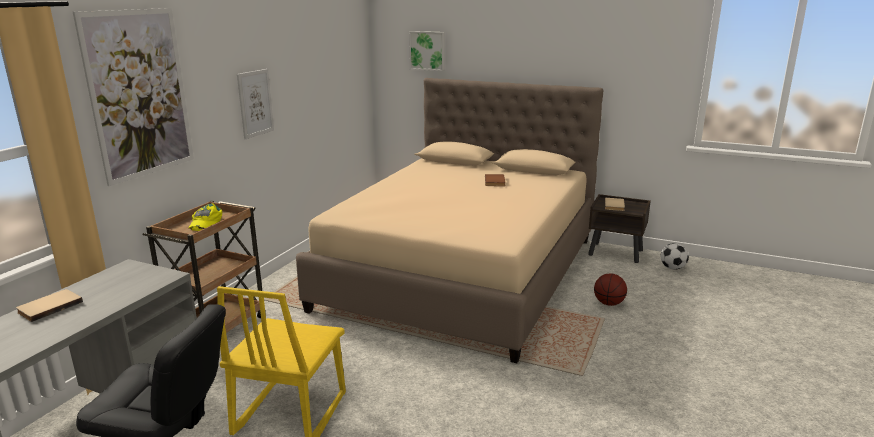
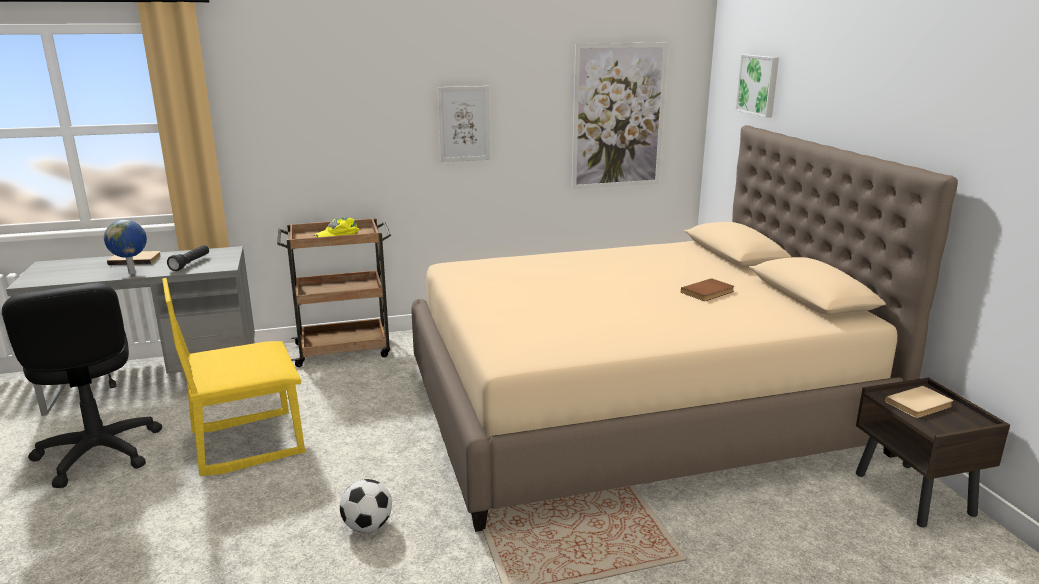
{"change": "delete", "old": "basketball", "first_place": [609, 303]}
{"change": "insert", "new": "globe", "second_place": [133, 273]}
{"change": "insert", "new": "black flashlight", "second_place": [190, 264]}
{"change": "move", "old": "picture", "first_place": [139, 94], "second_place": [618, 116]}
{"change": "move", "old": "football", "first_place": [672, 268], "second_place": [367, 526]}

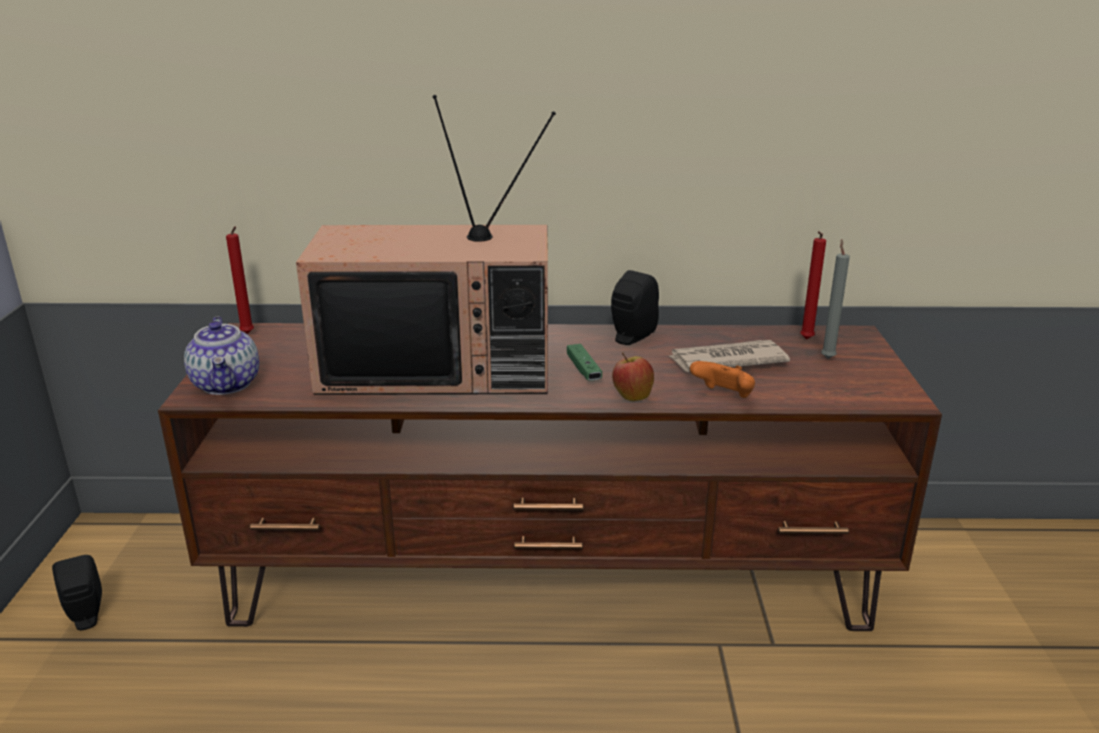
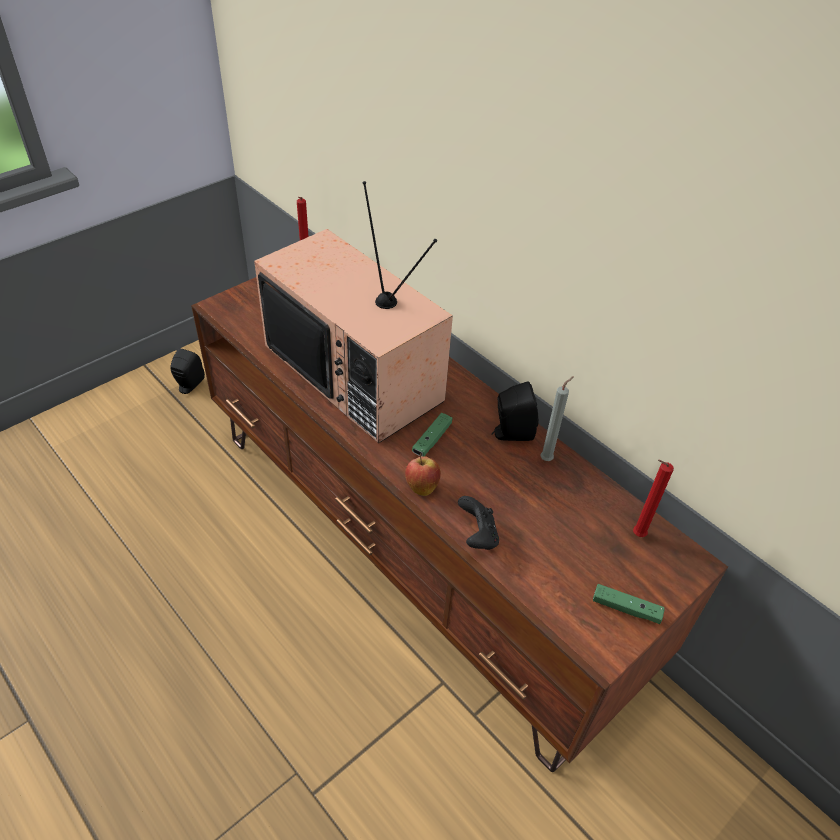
{"change": "delete", "old": "teapot", "first_place": [227, 384]}
{"change": "delete", "old": "newspaper", "first_place": [725, 360]}
{"change": "insert", "new": "green game controller", "second_place": [626, 608]}
{"change": "move", "old": "grey candle", "first_place": [827, 357], "second_place": [547, 459]}
{"change": "recolor", "old": "orange game controller", "new": "black game controller", "first_place": [723, 396], "second_place": [477, 536]}

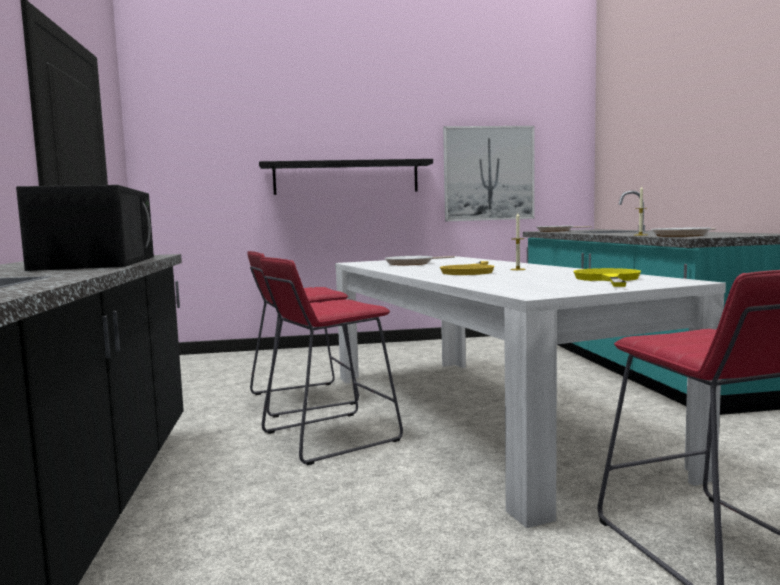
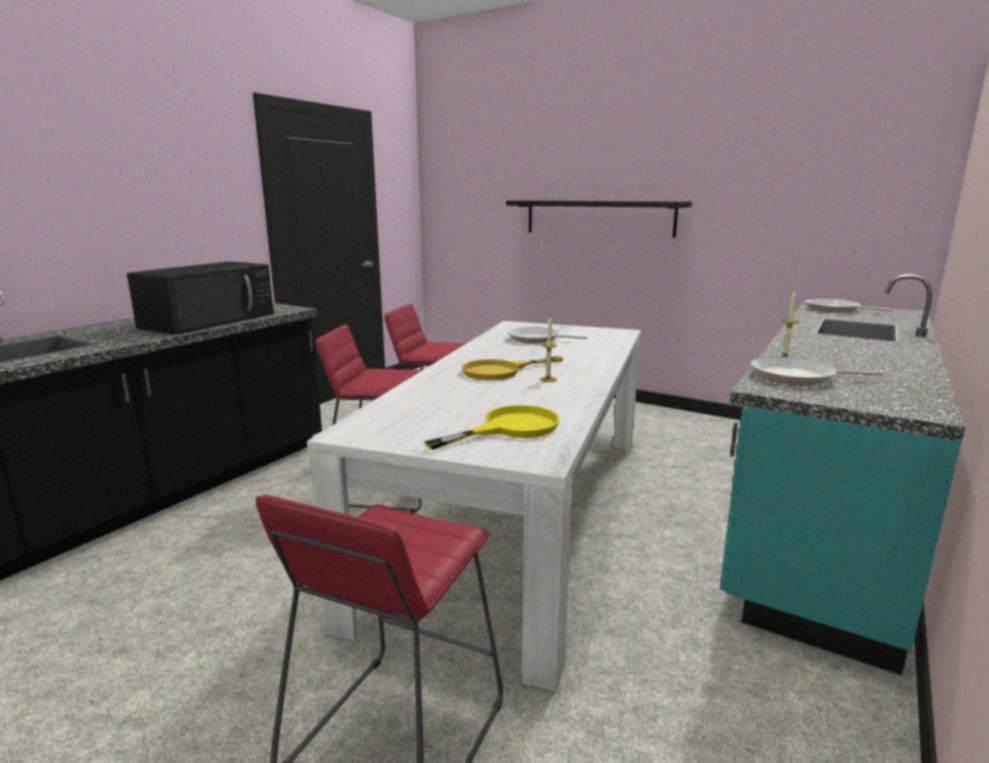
{"change": "delete", "old": "picture", "first_place": [488, 173]}

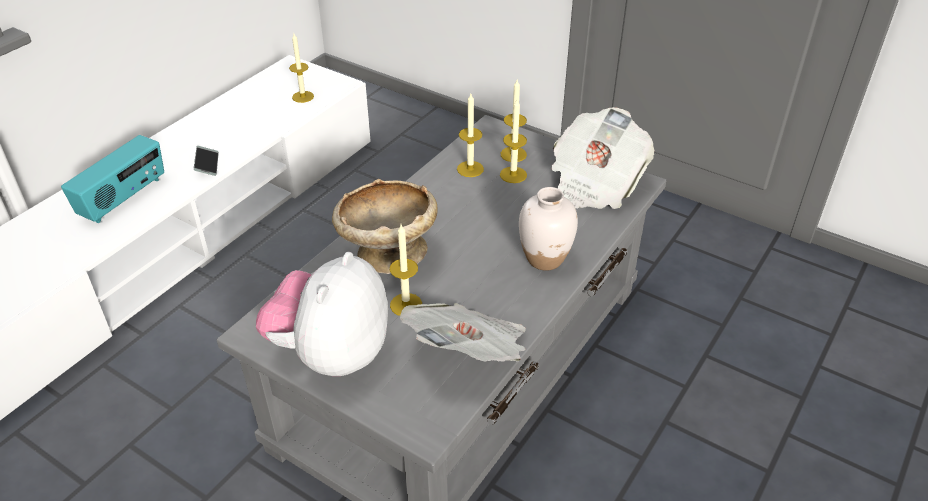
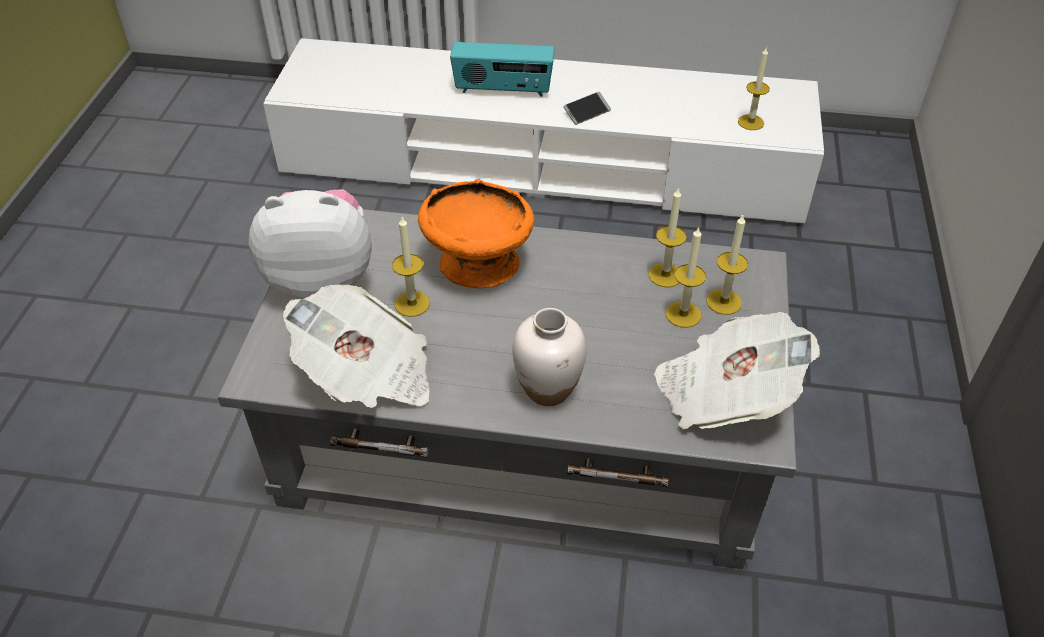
{"change": "recolor", "old": "beige bowl", "new": "orange bowl", "first_place": [387, 254], "second_place": [477, 264]}

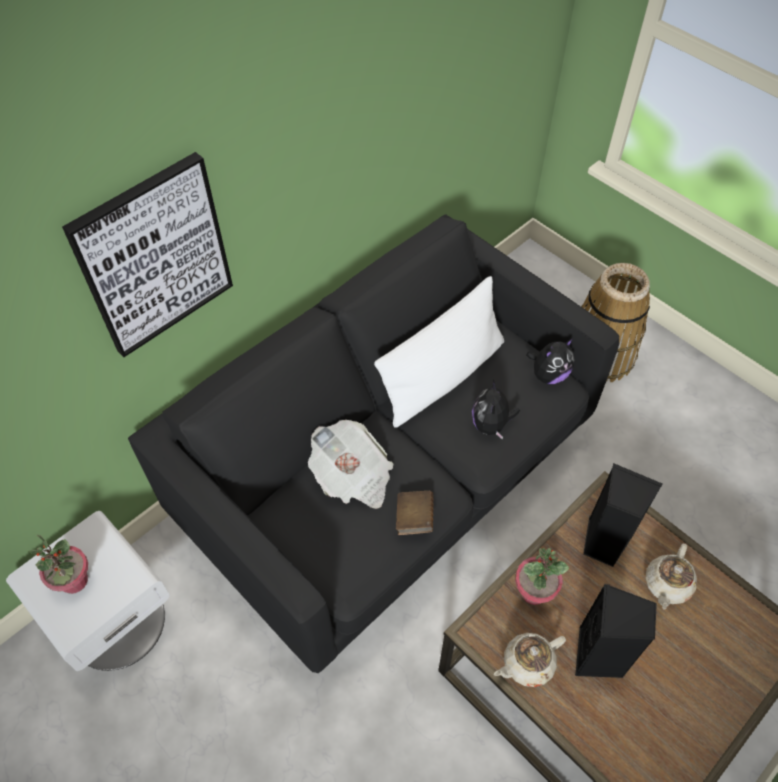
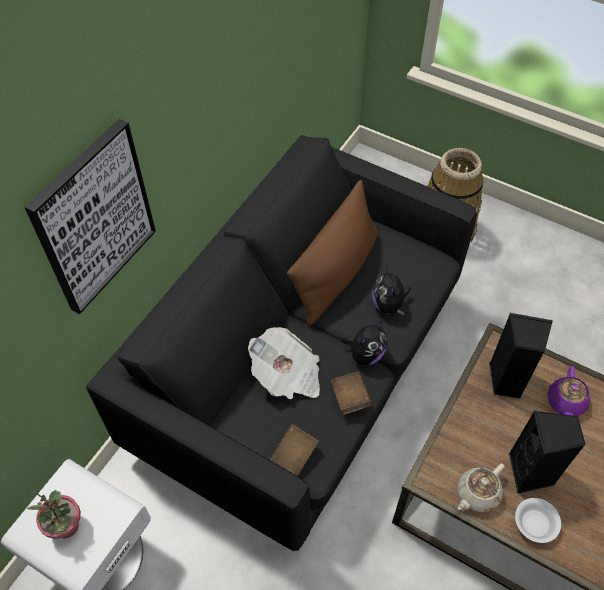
{"change": "delete", "old": "potted plant", "first_place": [533, 591]}
{"change": "insert", "new": "brown book", "second_place": [293, 457]}
{"change": "insert", "new": "white bowl", "second_place": [534, 523]}
{"change": "move", "old": "plush toy", "first_place": [548, 375], "second_place": [365, 354]}
{"change": "recolor", "old": "white pillow", "new": "brown pillow", "first_place": [443, 376], "second_place": [336, 273]}
{"change": "recolor", "old": "beige teapot", "new": "purple teapot", "first_place": [667, 585], "second_place": [565, 402]}

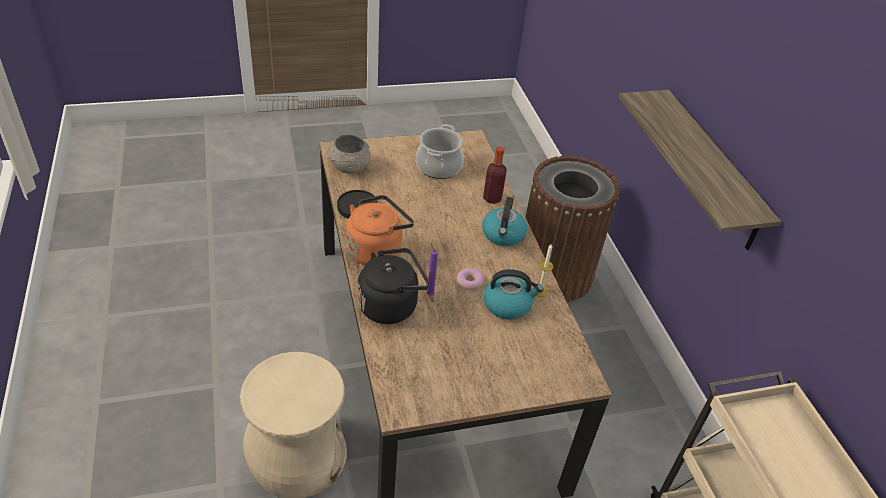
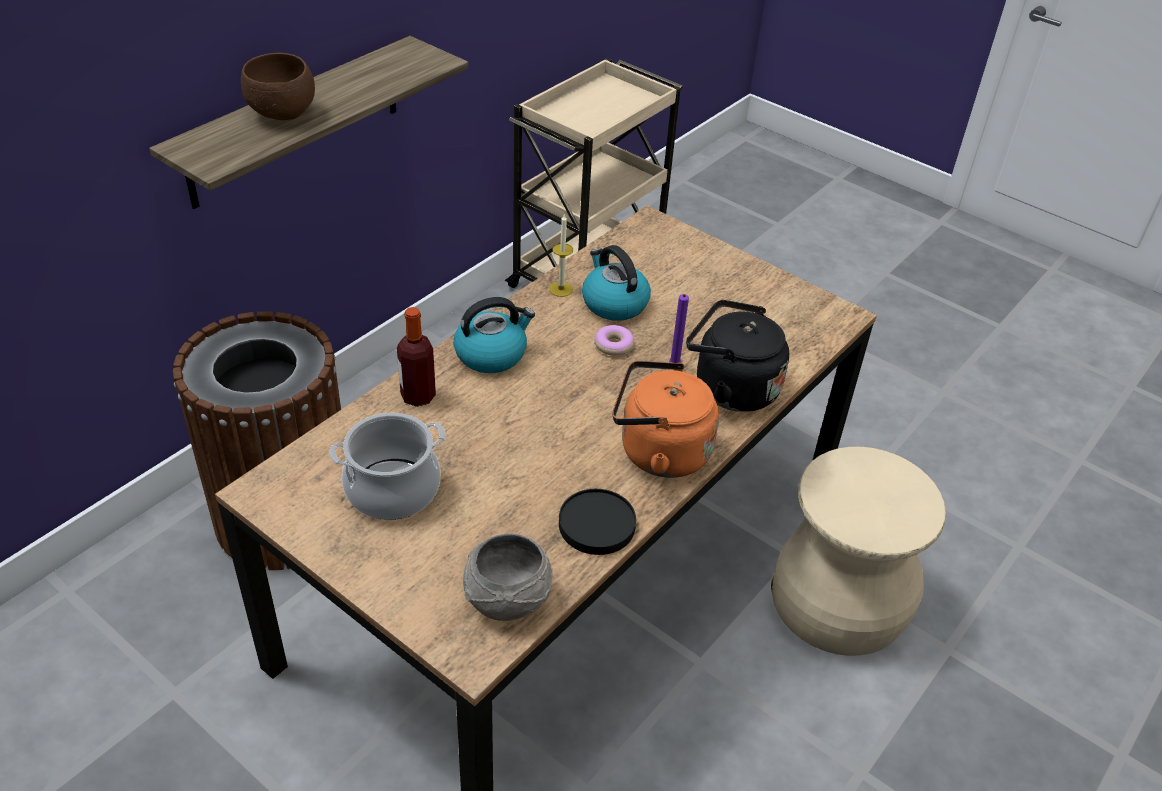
{"change": "insert", "new": "brown bowl", "second_place": [284, 114]}

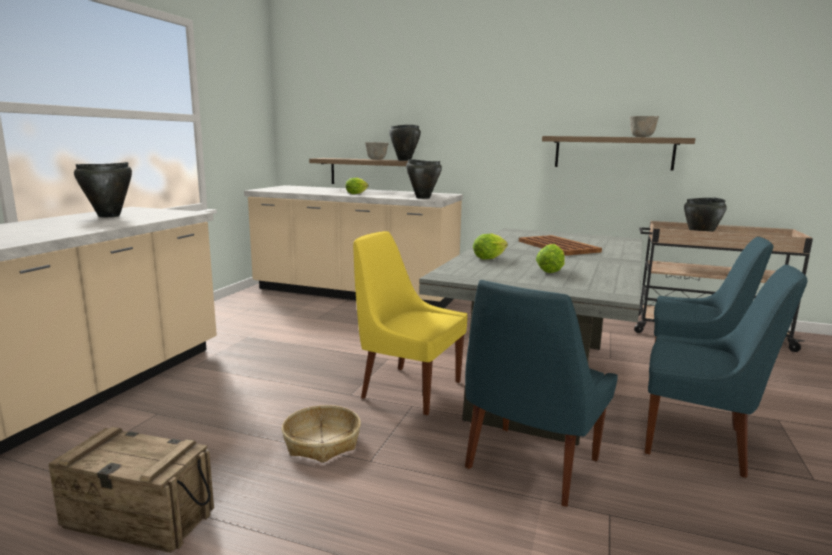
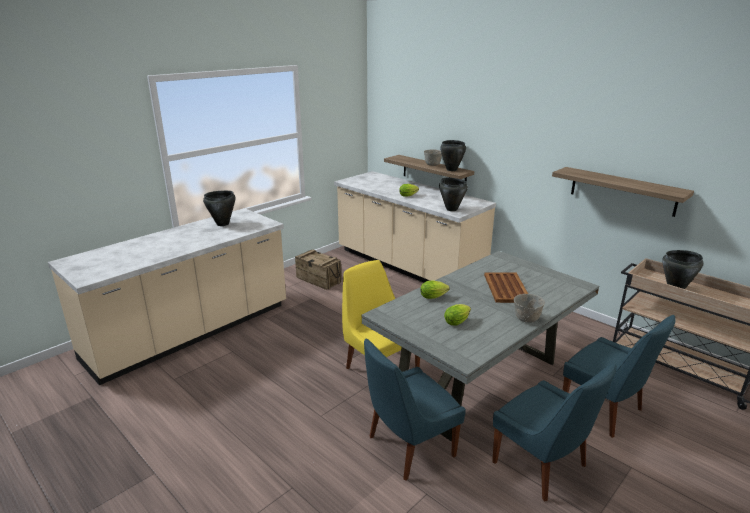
{"change": "delete", "old": "basket", "first_place": [321, 443]}
{"change": "move", "old": "crate", "first_place": [139, 518], "second_place": [319, 280]}
{"change": "move", "old": "grey bowl", "first_place": [642, 137], "second_place": [526, 319]}

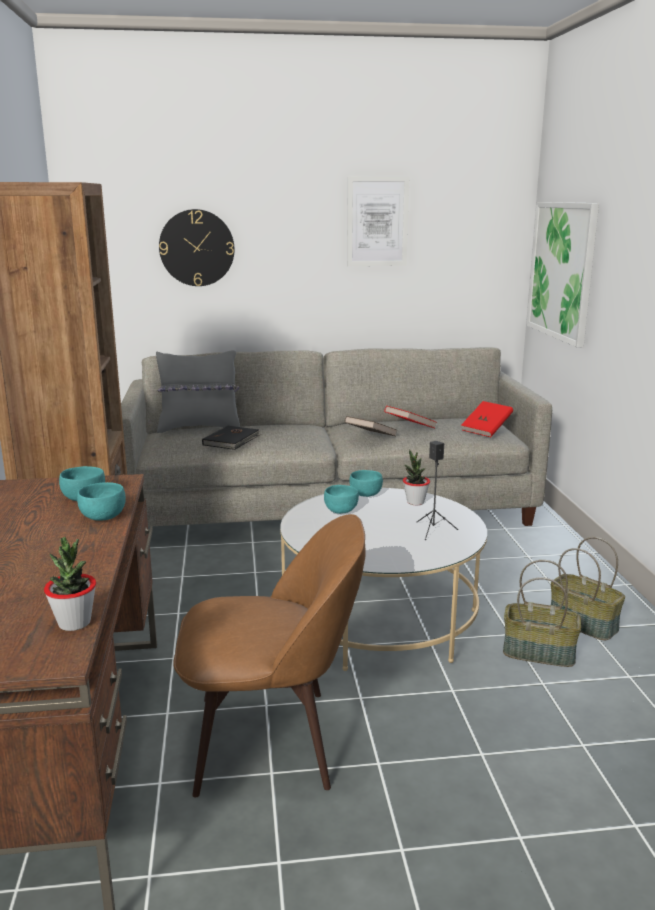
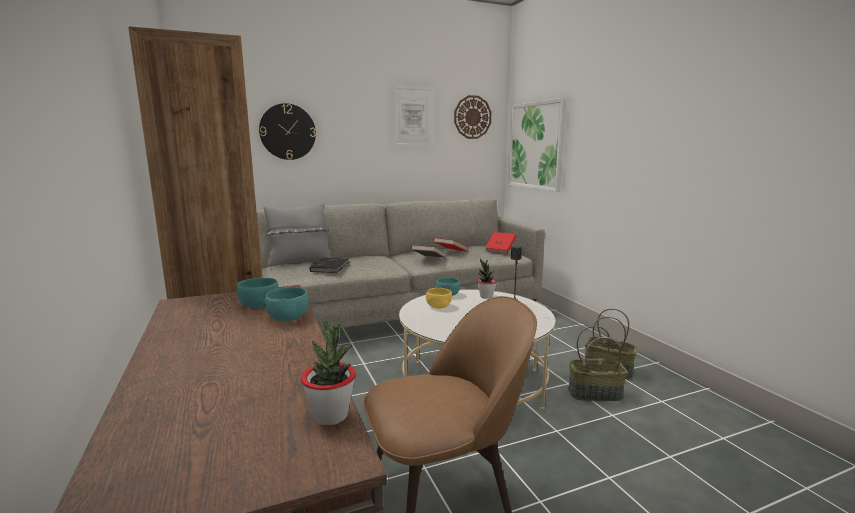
{"change": "insert", "new": "wall clock", "second_place": [472, 117]}
{"change": "recolor", "old": "turquoise bowl", "new": "yellow bowl", "first_place": [341, 510], "second_place": [438, 306]}

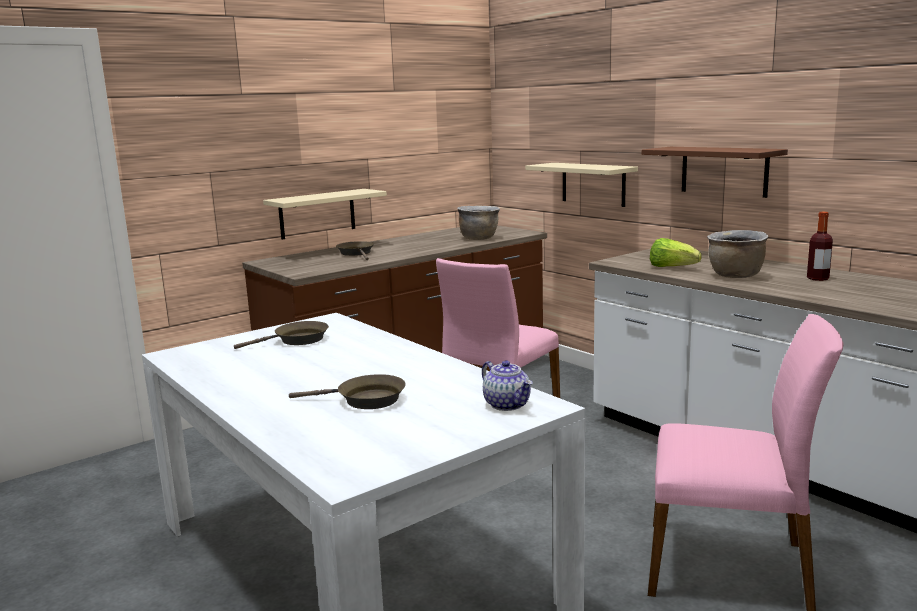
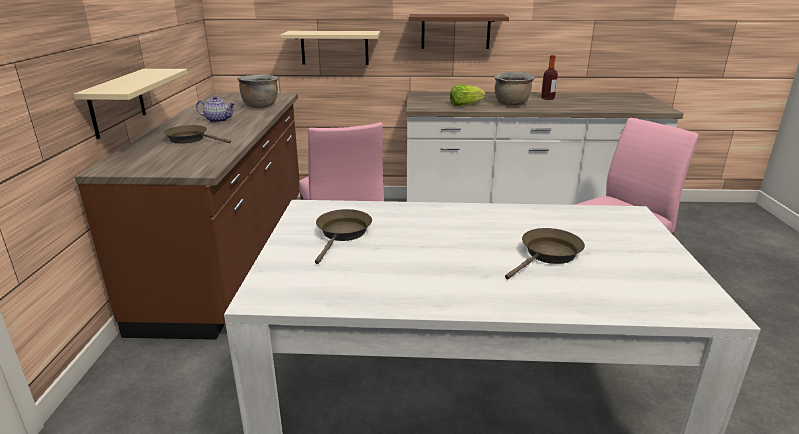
{"change": "move", "old": "teapot", "first_place": [507, 404], "second_place": [218, 120]}

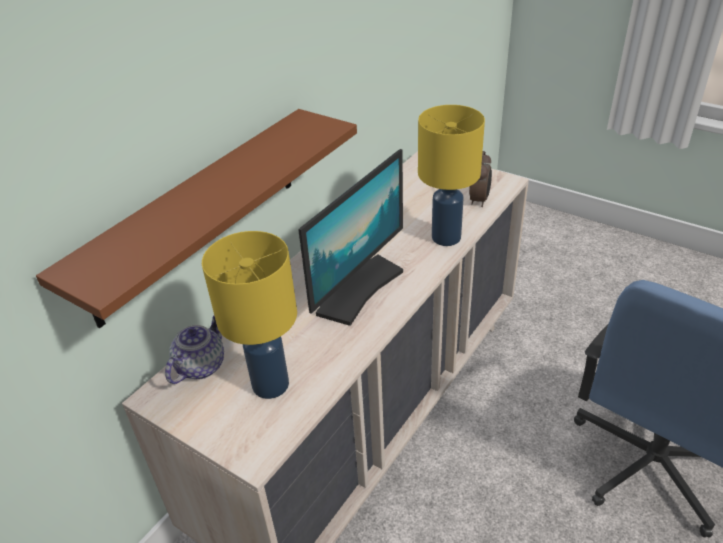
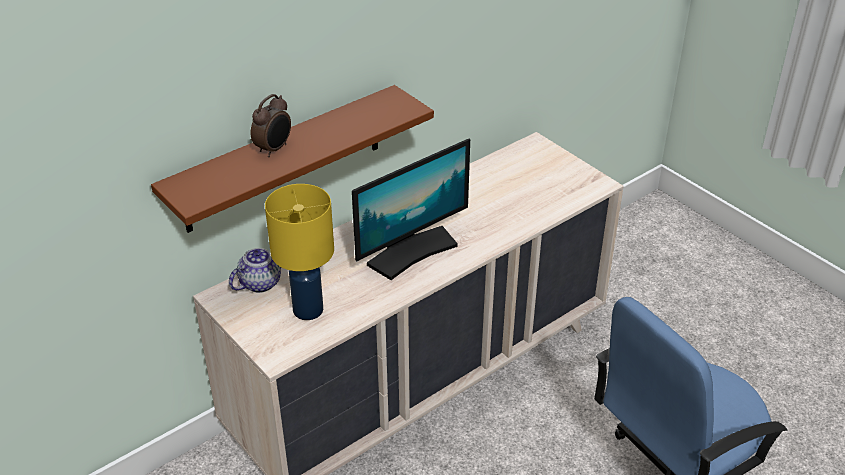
{"change": "delete", "old": "yellow table lamp", "first_place": [445, 237]}
{"change": "move", "old": "alarm clock", "first_place": [479, 200], "second_place": [274, 149]}

